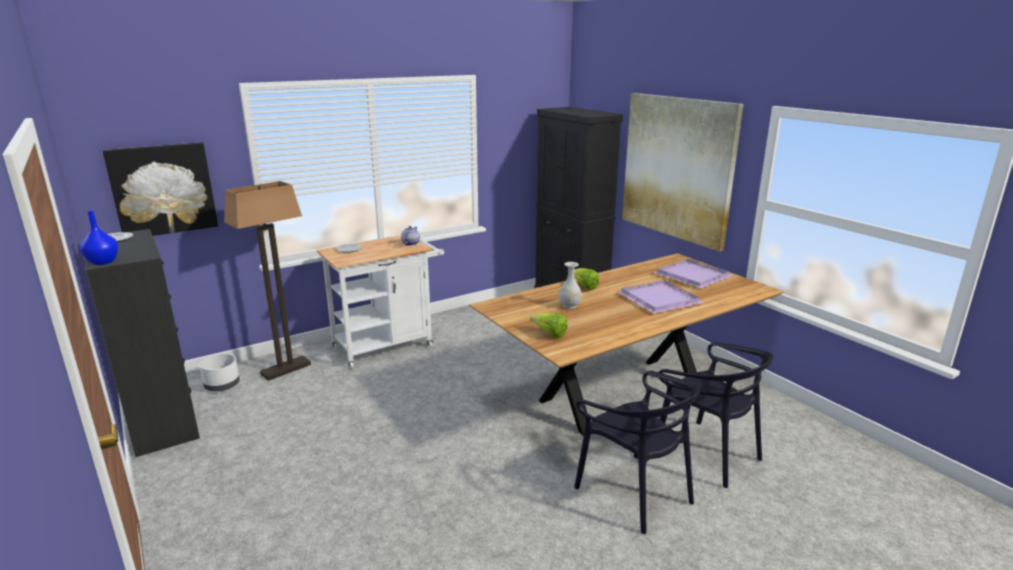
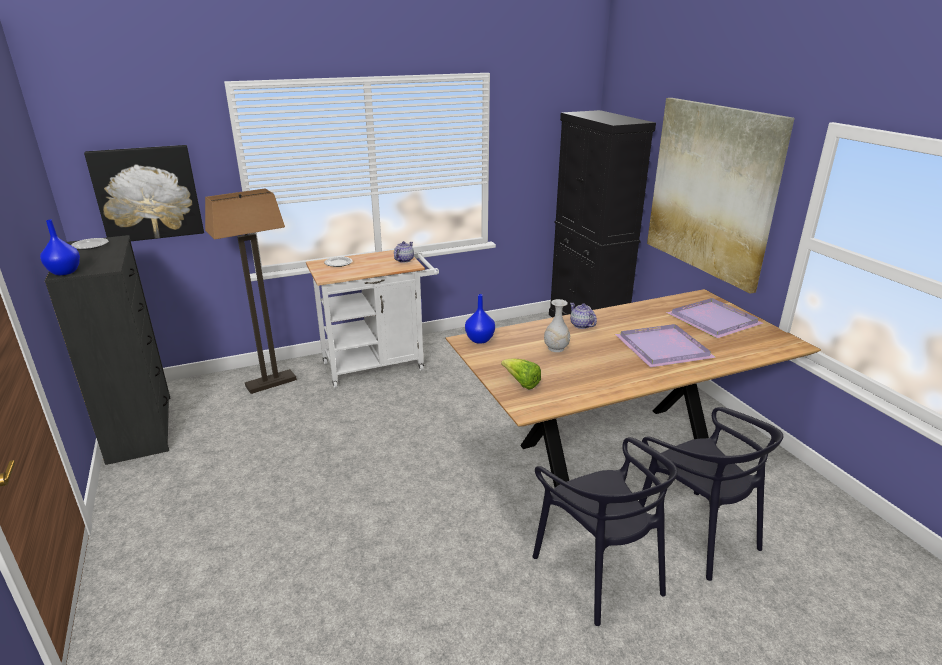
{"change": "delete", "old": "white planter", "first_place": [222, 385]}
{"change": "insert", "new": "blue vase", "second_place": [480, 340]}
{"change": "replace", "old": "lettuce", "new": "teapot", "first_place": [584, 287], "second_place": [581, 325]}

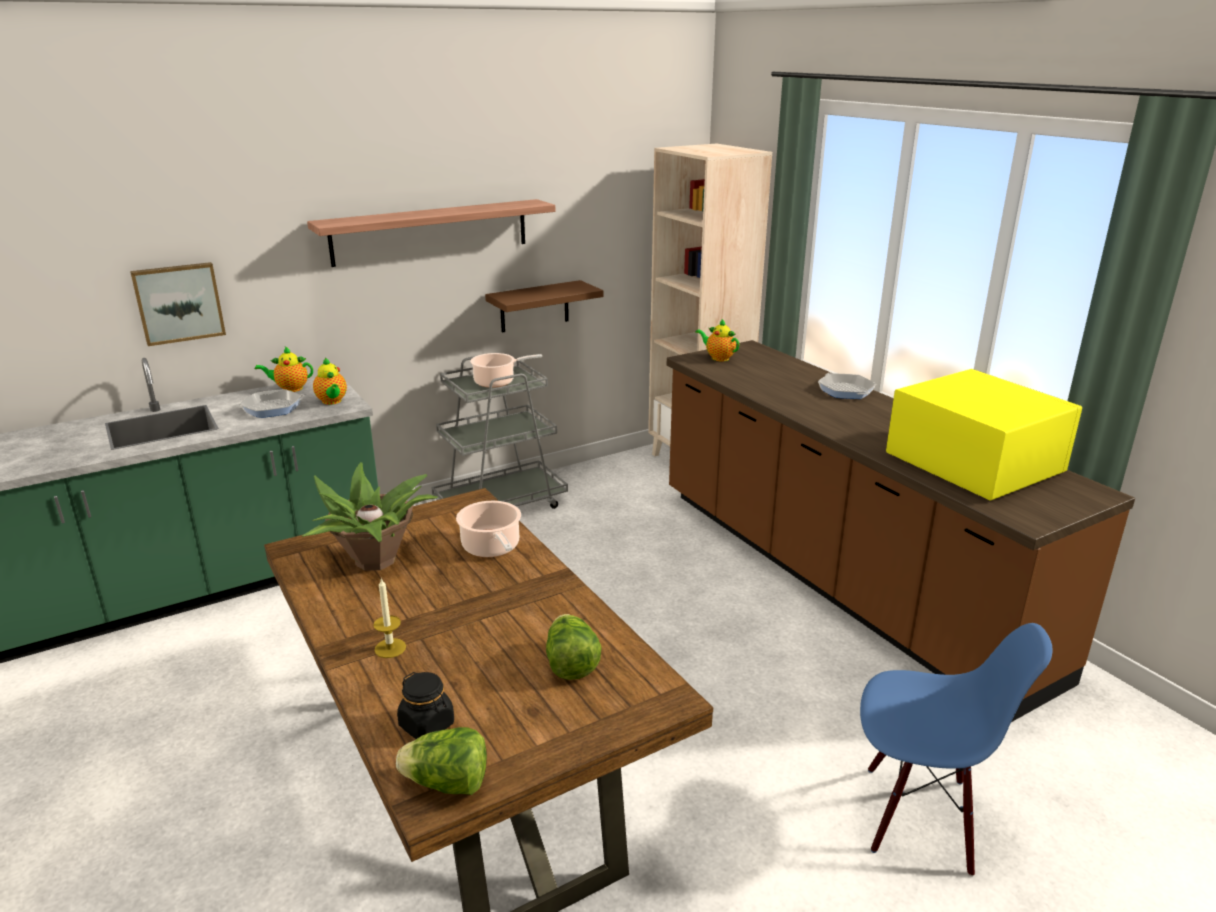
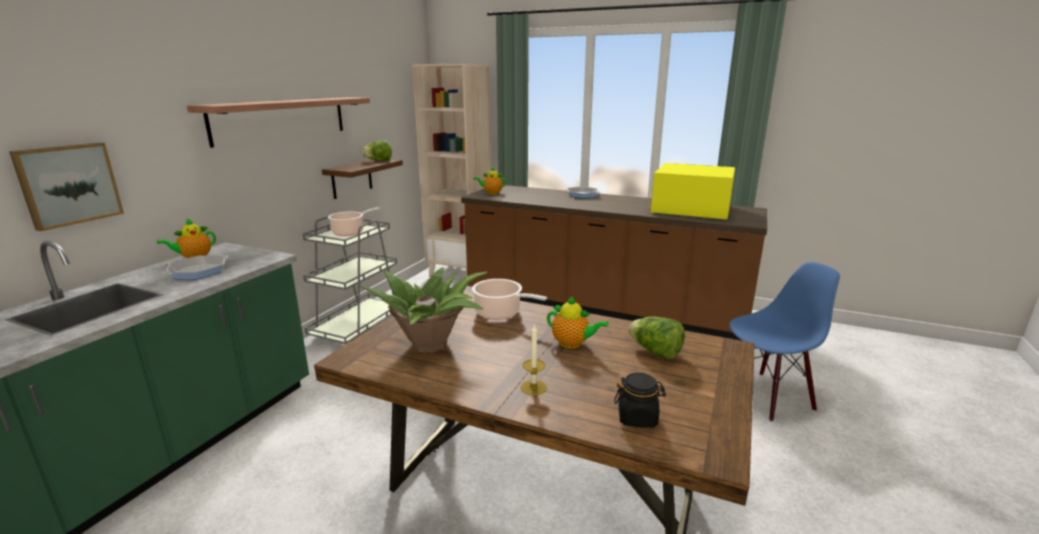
{"change": "move", "old": "teapot", "first_place": [332, 402], "second_place": [572, 344]}
{"change": "move", "old": "lettuce", "first_place": [447, 784], "second_place": [378, 161]}

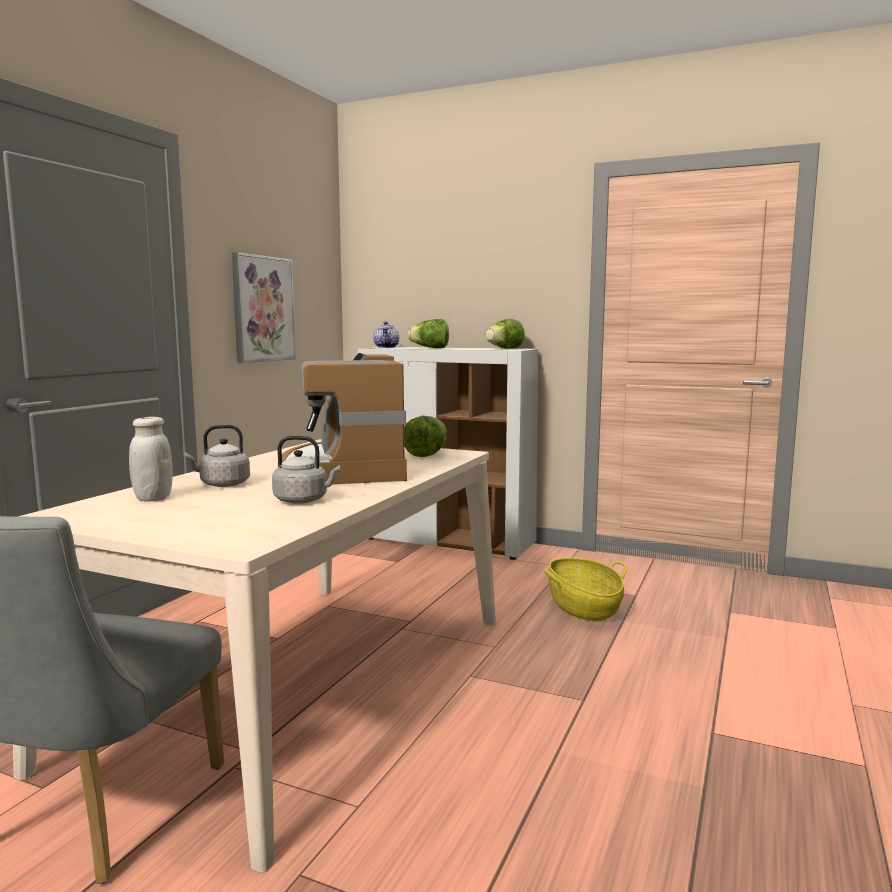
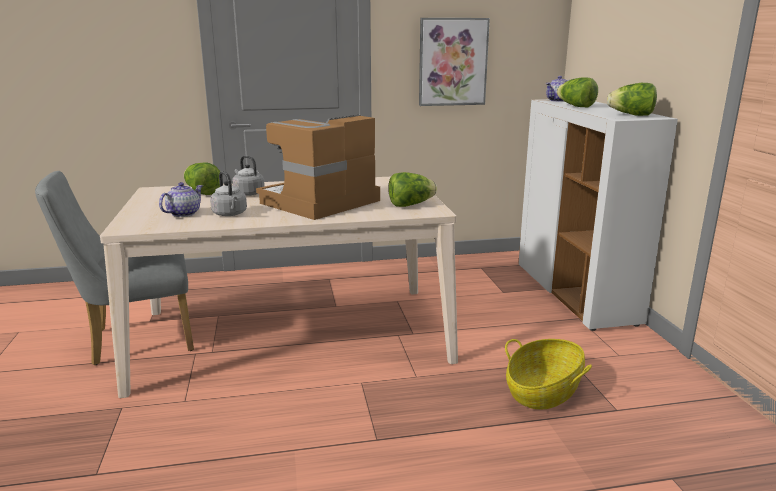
{"change": "insert", "new": "teapot", "second_place": [184, 213]}
{"change": "replace", "old": "white jar", "new": "lettuce", "first_place": [153, 498], "second_place": [202, 192]}

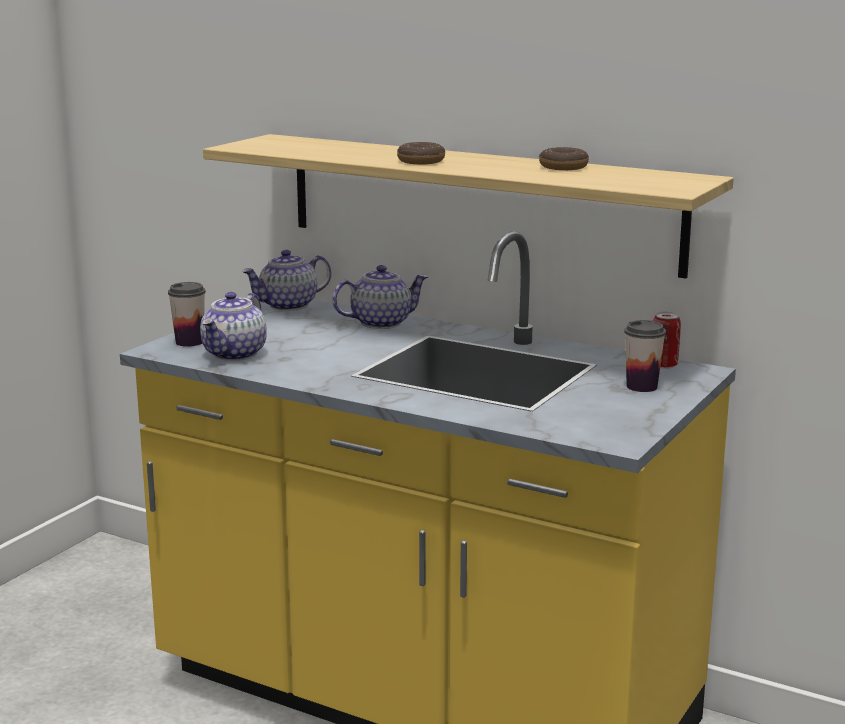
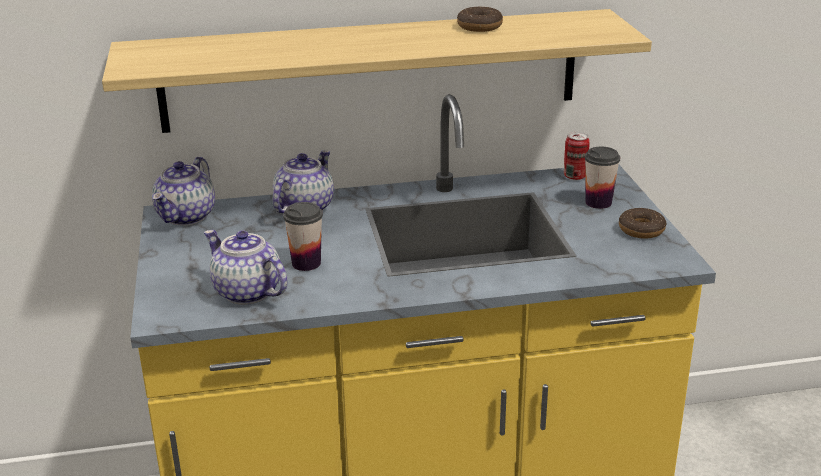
{"change": "move", "old": "cup", "first_place": [189, 342], "second_place": [306, 263]}
{"change": "move", "old": "donut", "first_place": [421, 161], "second_place": [641, 230]}
{"change": "rotate", "old": "teapot", "first_place": [235, 354], "second_place": [246, 292], "degrees": 150}

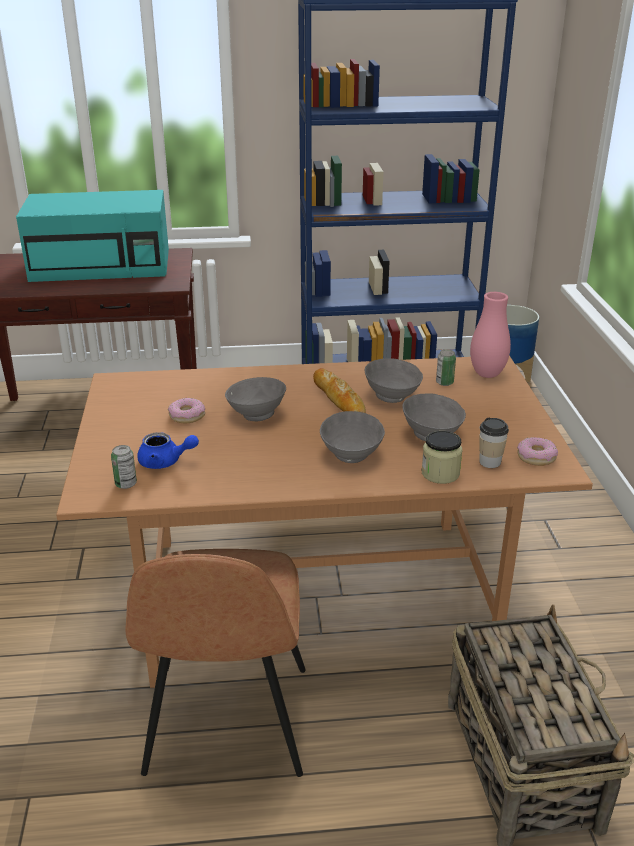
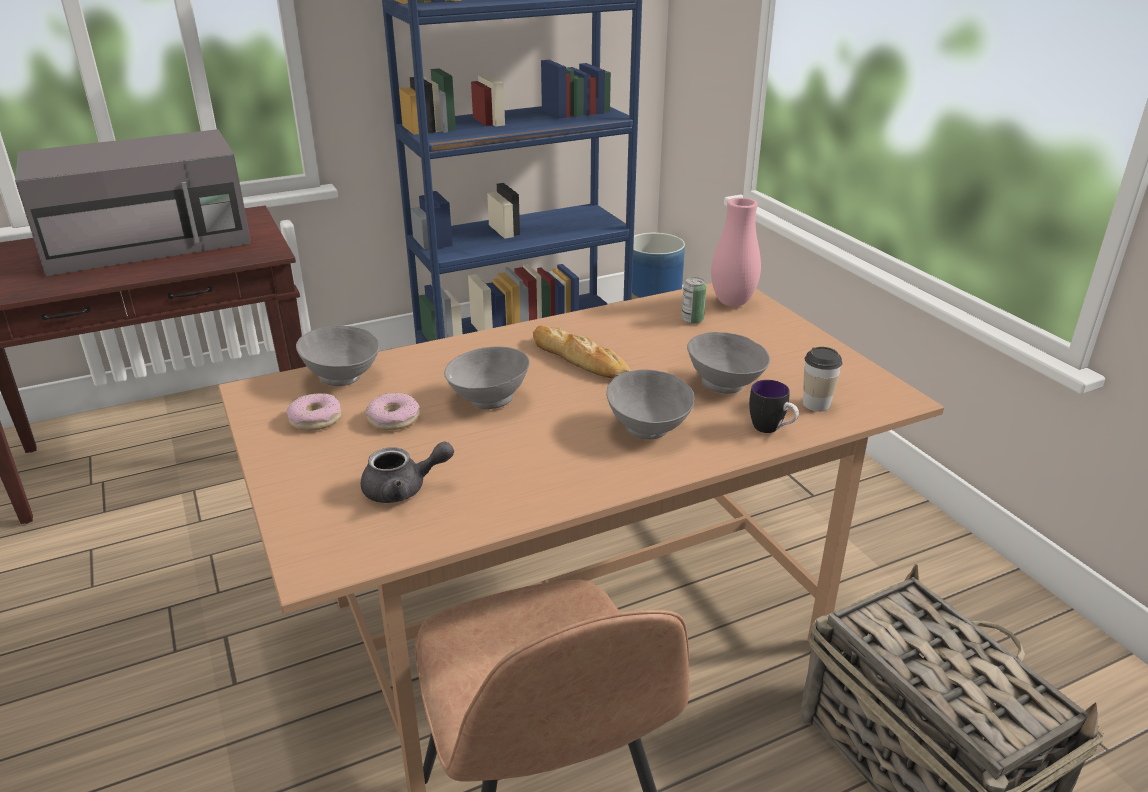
{"change": "delete", "old": "can", "first_place": [126, 484]}
{"change": "move", "old": "grey bowl", "first_place": [392, 397], "second_place": [342, 378]}
{"change": "move", "old": "donut", "first_place": [536, 457], "second_place": [315, 419]}
{"change": "replace", "old": "jar", "new": "mug", "first_place": [440, 473], "second_place": [771, 430]}
{"change": "recolor", "old": "turquoise microwave", "new": "grey microwave", "first_place": [103, 265], "second_place": [150, 240]}
{"change": "recolor", "old": "blue teapot", "new": "grey teapot", "first_place": [165, 462], "second_place": [404, 489]}

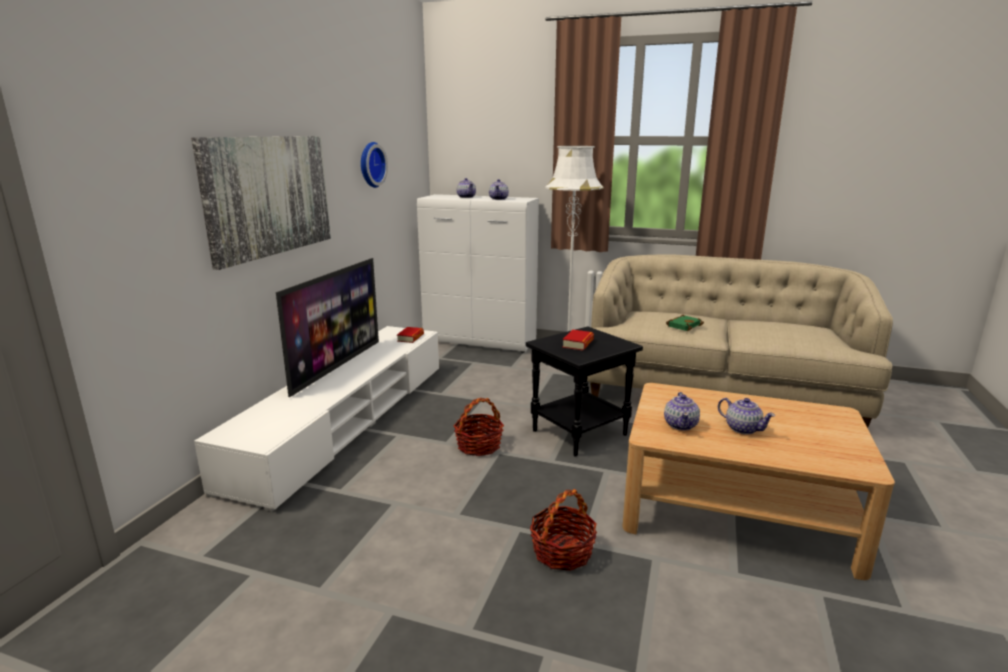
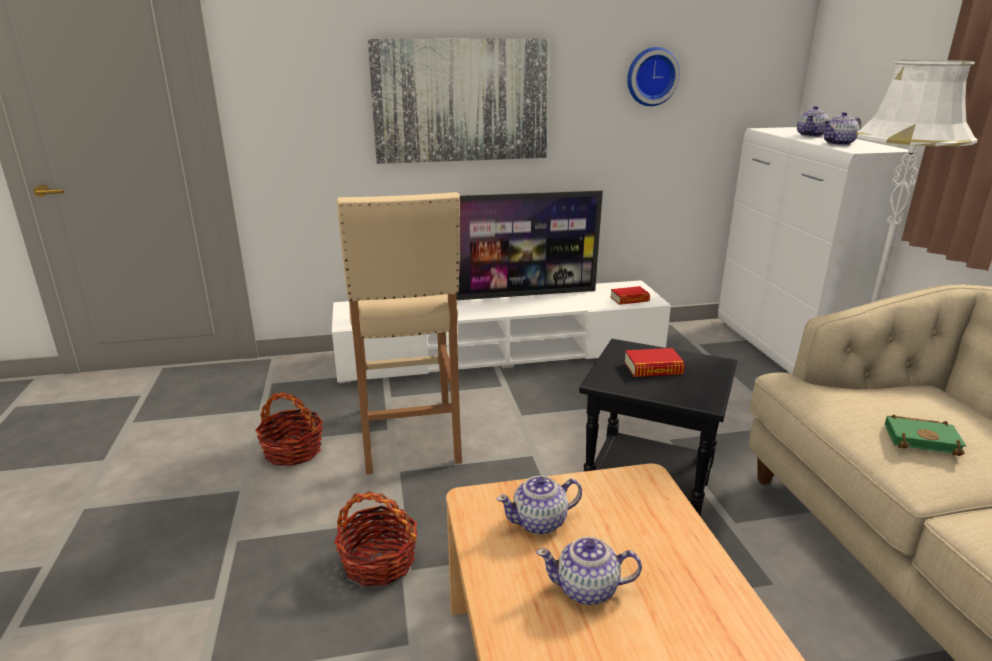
{"change": "insert", "new": "beige stool", "second_place": [409, 435]}
{"change": "move", "old": "basket", "first_place": [479, 446], "second_place": [293, 451]}
{"change": "rotate", "old": "teapot", "first_place": [742, 428], "second_place": [587, 589], "degrees": 75}

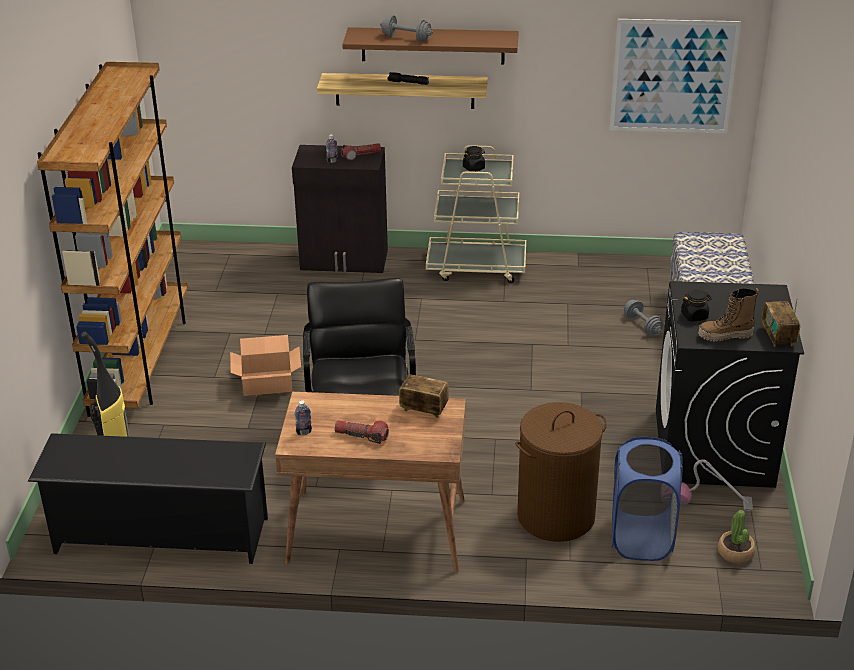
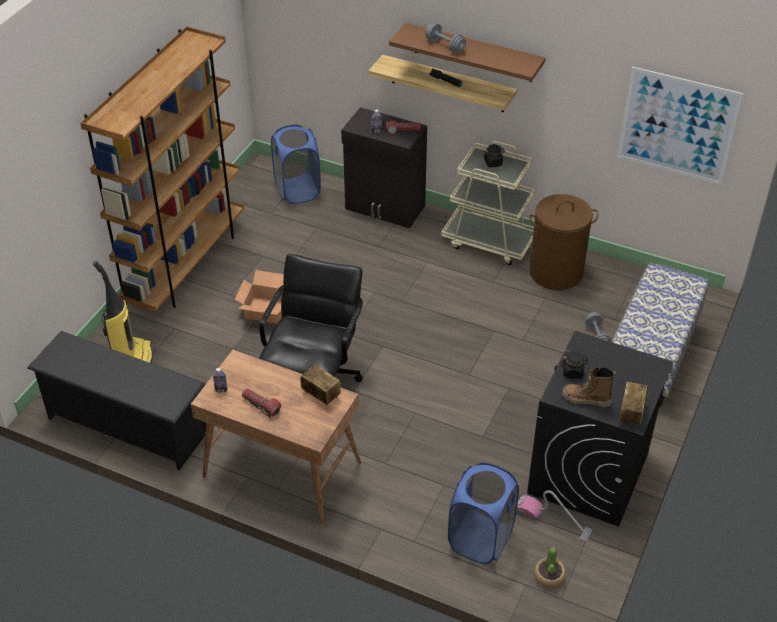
{"change": "insert", "new": "blue laundry basket", "second_place": [297, 190]}
{"change": "move", "old": "brown laundry basket", "first_place": [556, 516], "second_place": [556, 272]}

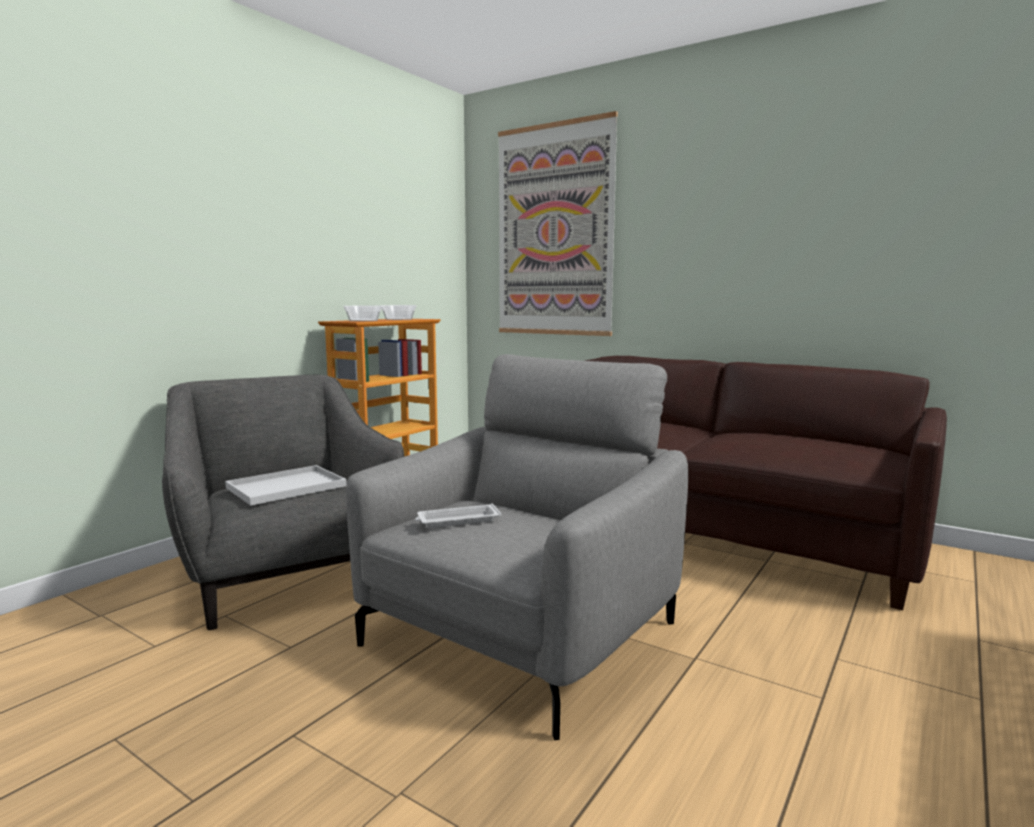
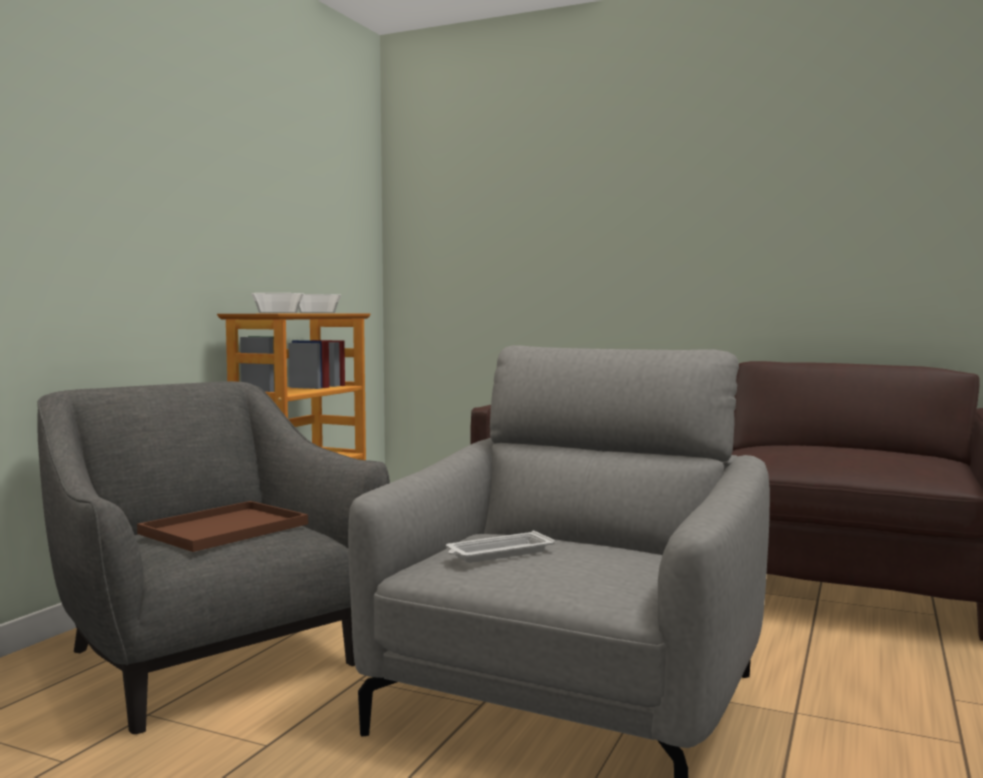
{"change": "delete", "old": "picture", "first_place": [554, 231]}
{"change": "recolor", "old": "white tray", "new": "brown tray", "first_place": [284, 487], "second_place": [223, 529]}

